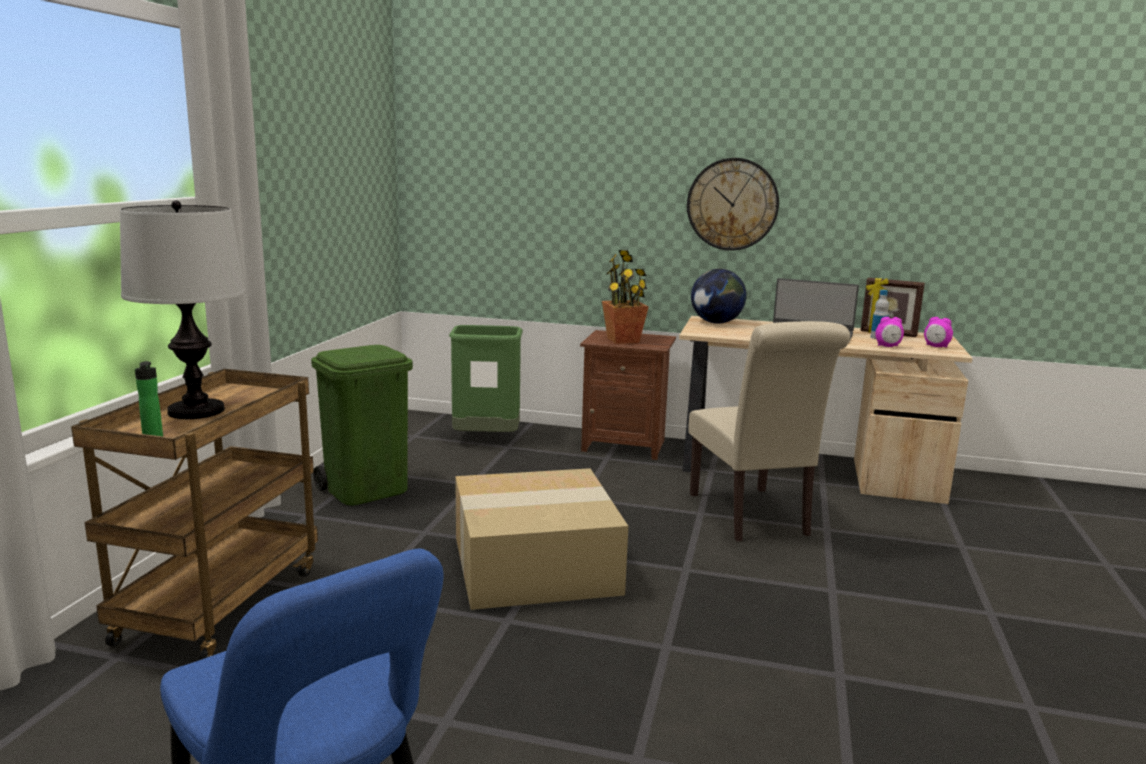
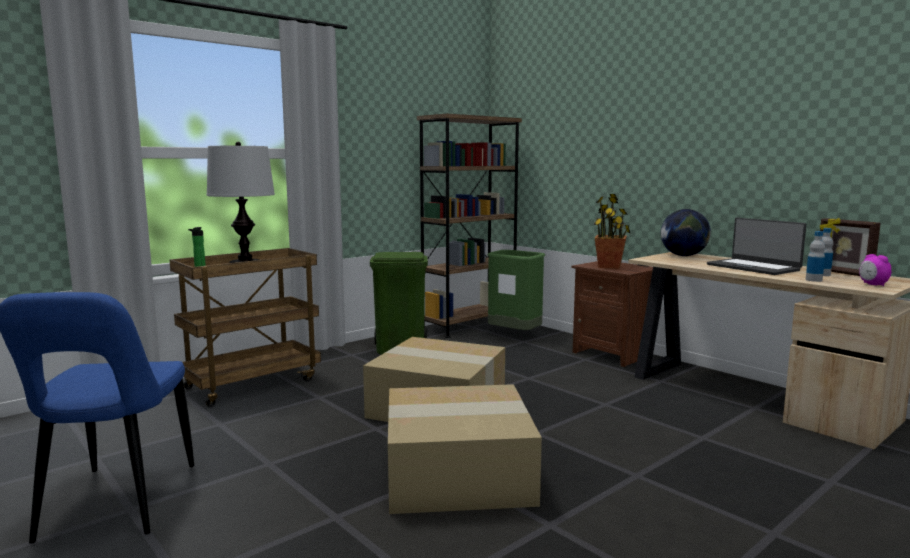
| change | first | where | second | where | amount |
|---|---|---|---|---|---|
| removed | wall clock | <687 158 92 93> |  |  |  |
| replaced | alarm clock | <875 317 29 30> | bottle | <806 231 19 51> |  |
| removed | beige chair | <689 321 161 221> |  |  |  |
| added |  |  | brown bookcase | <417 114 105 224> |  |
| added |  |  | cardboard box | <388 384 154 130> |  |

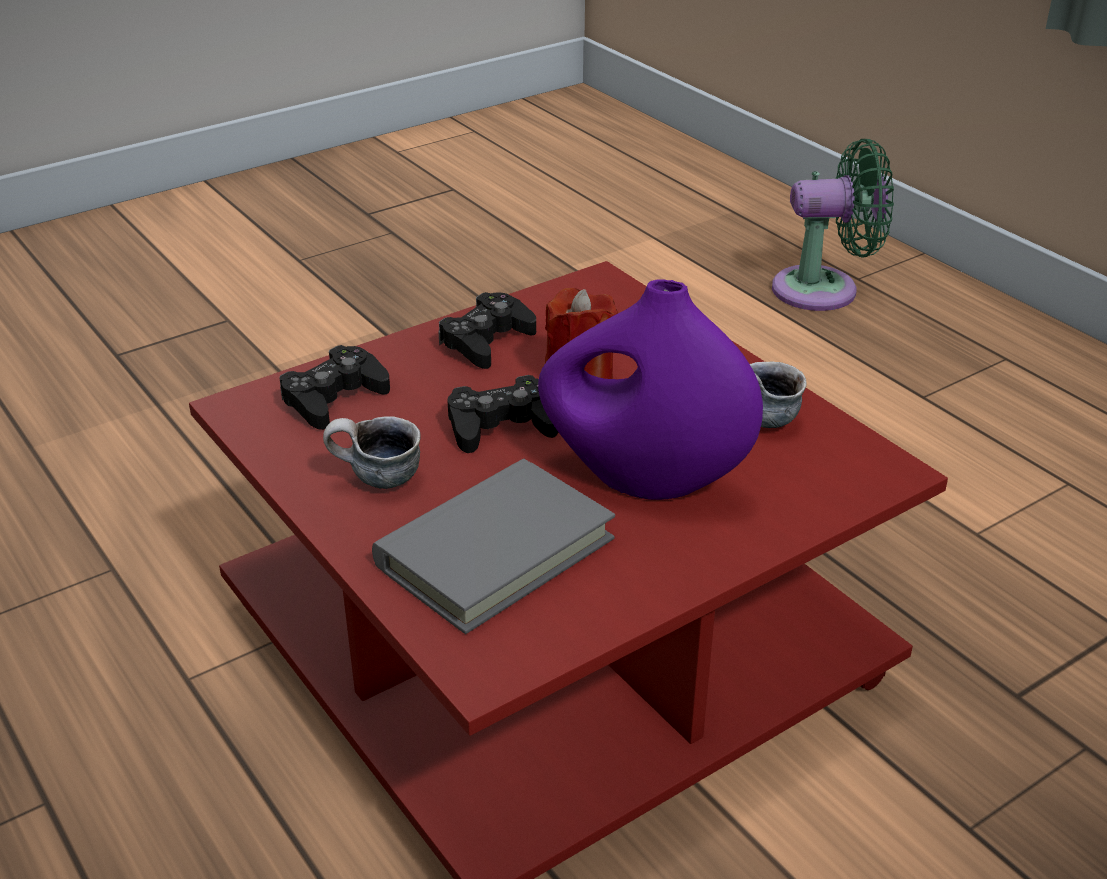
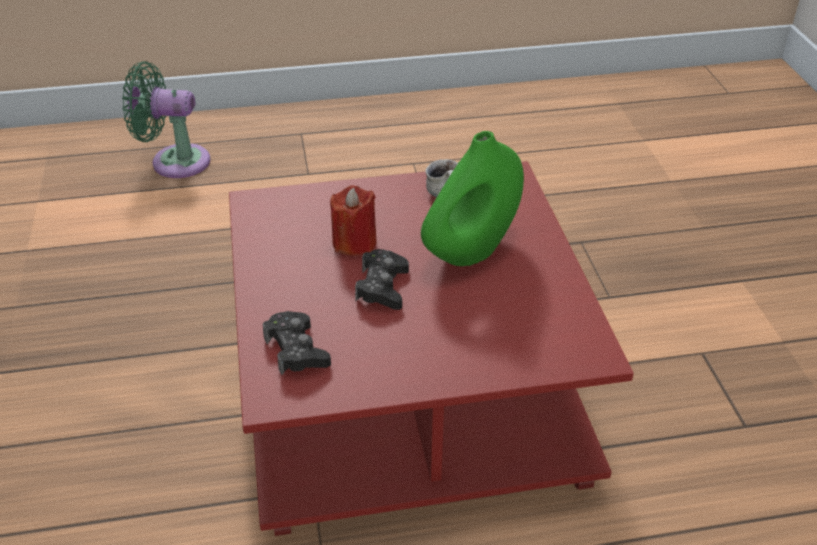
| change | first | where | second | where | amount |
|---|---|---|---|---|---|
| turned | green fan | <772 139 122 172> |  | <122 61 88 117> | 105 degrees counterclockwise |
| recoloured | purple vase | <538 279 225 221> | green vase | <421 131 103 135> |  |
| removed | black game controller | <438 292 98 77> |  |  |  |
| removed | mug | <323 416 98 73> |  |  |  |
| removed | grey book | <372 459 243 175> |  |  |  |

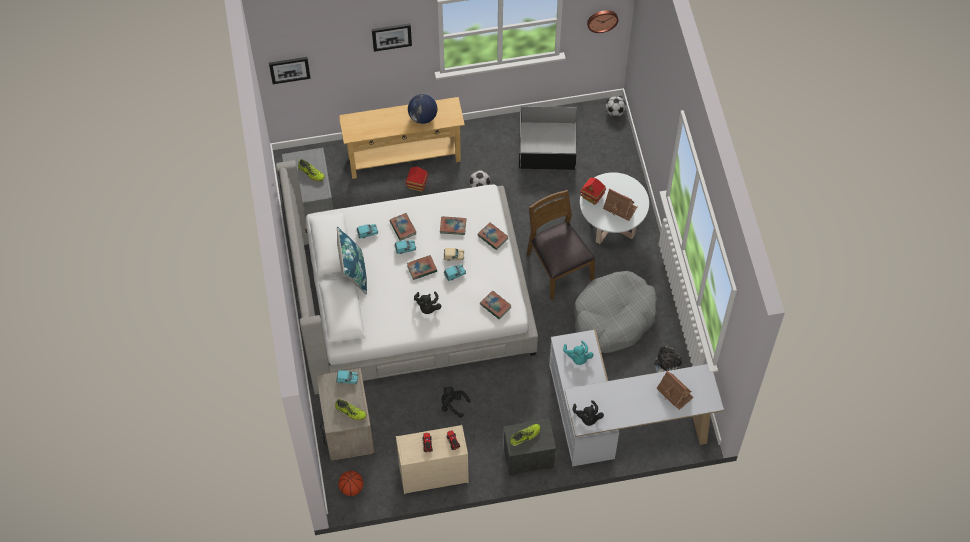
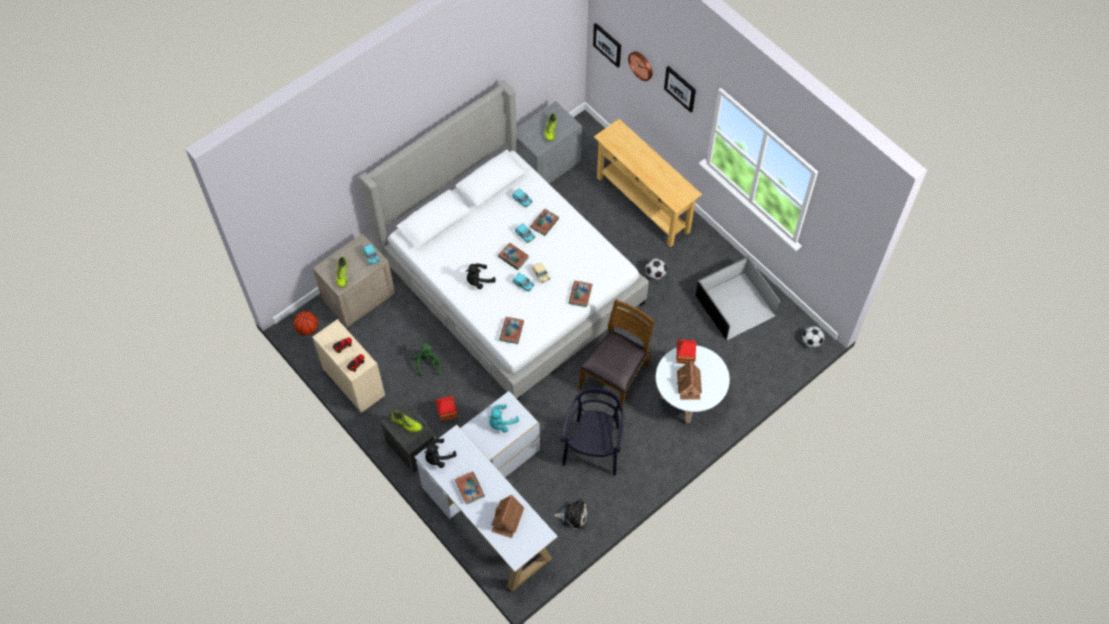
| change | first | where | second | where | amount |
|---|---|---|---|---|---|
| moved | wall clock | <587 10 31 23> |  | <628 51 24 30> |  |
| removed | globe | <408 94 29 30> |  |  |  |
| moved | toy house | <405 166 23 26> |  | <436 395 22 26> |  |
| moved | book | <440 216 26 19> |  | <454 472 31 33> |  |
| removed | blue pillow | <337 227 30 67> |  |  |  |
| replaced | grey dog bed | <574 271 83 82> | black chair | <561 388 63 88> |  |
| recoloured | black plush toy | <442 387 28 31> | green plush toy | <413 341 28 35> |  |

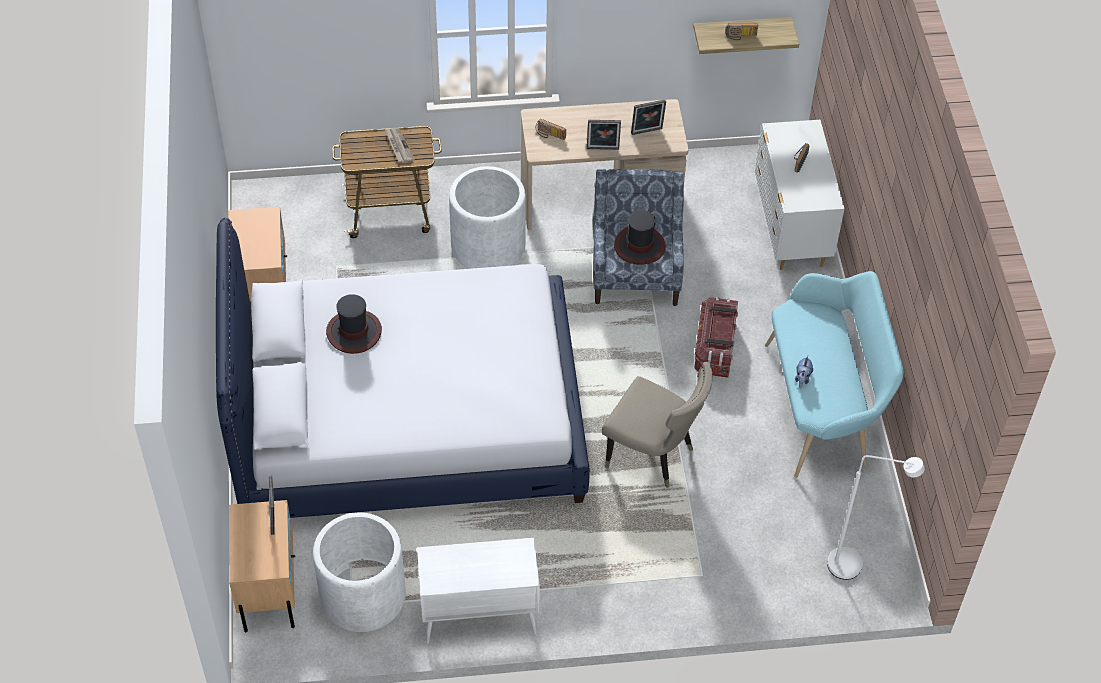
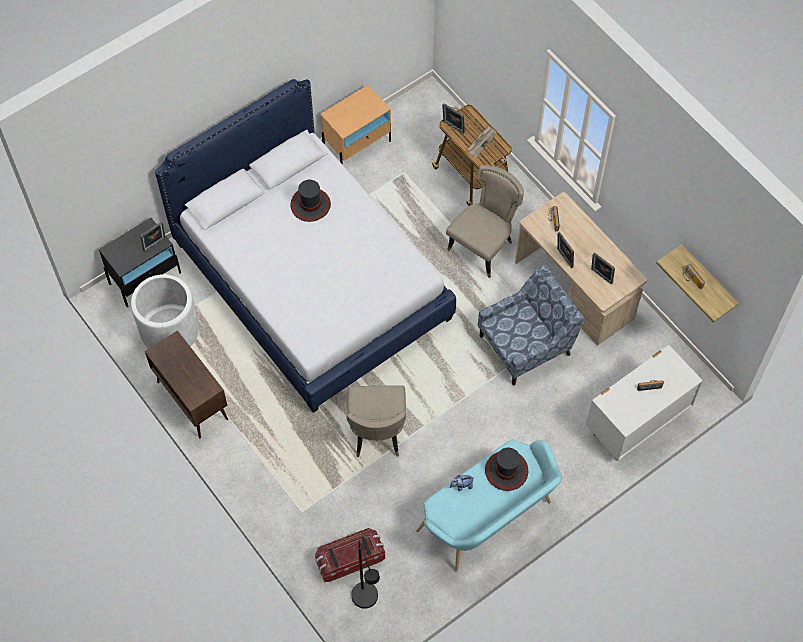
| change | first | where | second | where | amount |
|---|---|---|---|---|---|
| replaced | white planter | <449 166 77 103> | beige chair | <446 165 78 113> |  |
| moved | hat | <614 210 52 55> |  | <485 448 43 43> |  |
| moved | storage box | <694 297 44 81> |  | <315 528 70 54> |  |
| recoloured | white floor lamp | <827 455 98 125> | black floor lamp | <351 540 29 69> |  |
| recoloured | beige nightstand | <229 500 66 132> | black nightstand | <99 218 82 89> |  |
| recoloured | white cabinet | <417 538 123 106> | brown cabinet | <145 330 83 108> |  |
| added |  |  | picture frame | <442 103 23 31> |  |

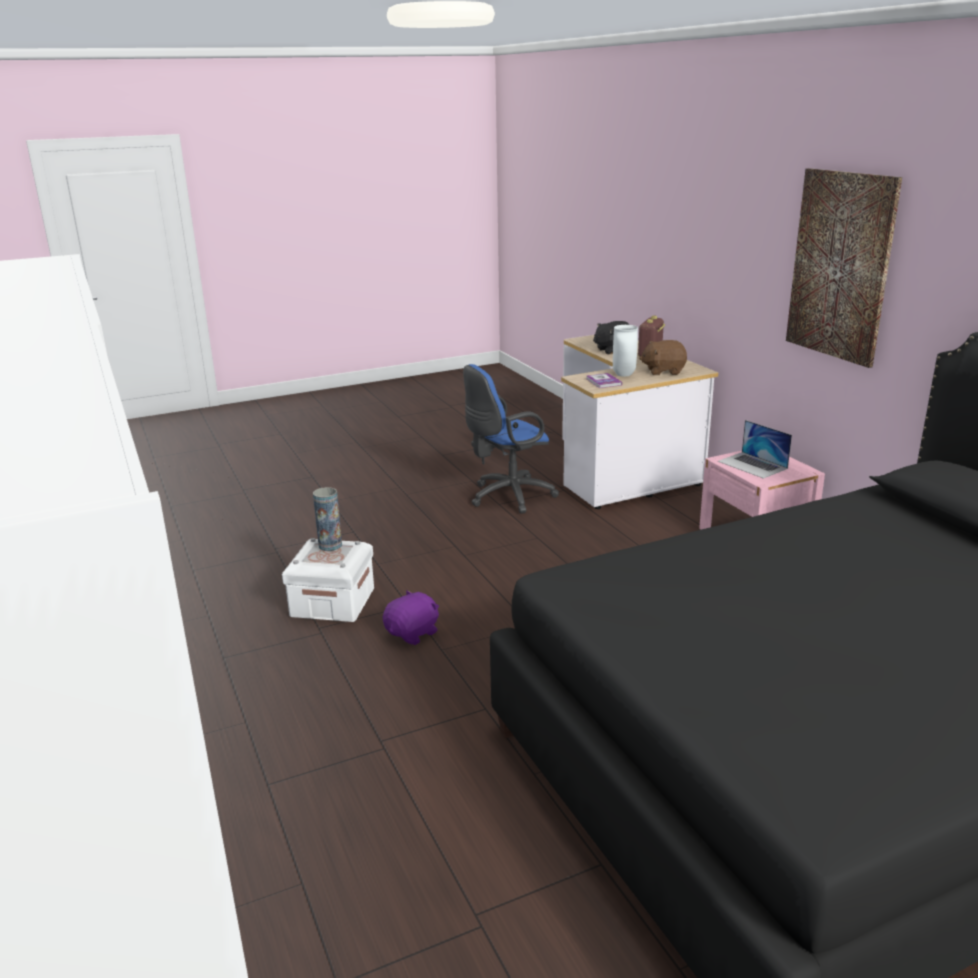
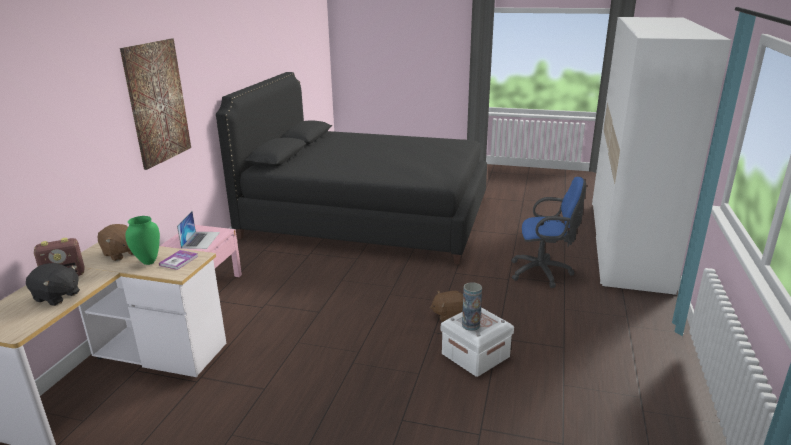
| change | first | where | second | where | amount |
|---|---|---|---|---|---|
| recoloured | white vase | <613 325 25 52> | green vase | <125 216 35 49> |  |
| moved | blue office chair | <463 364 96 150> |  | <511 177 75 111> |  |
| recoloured | purple plush toy | <382 590 57 55> | brown plush toy | <430 291 33 31> |  |

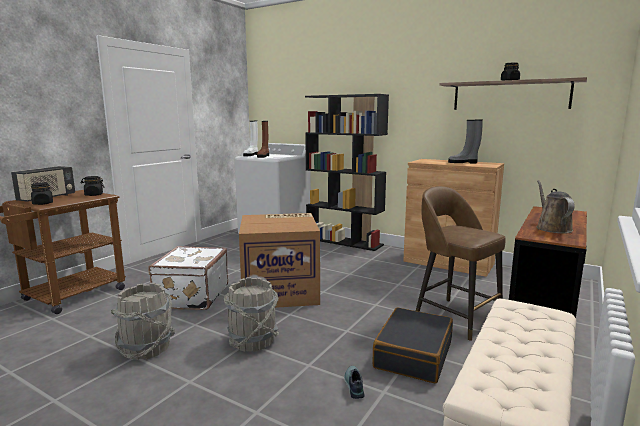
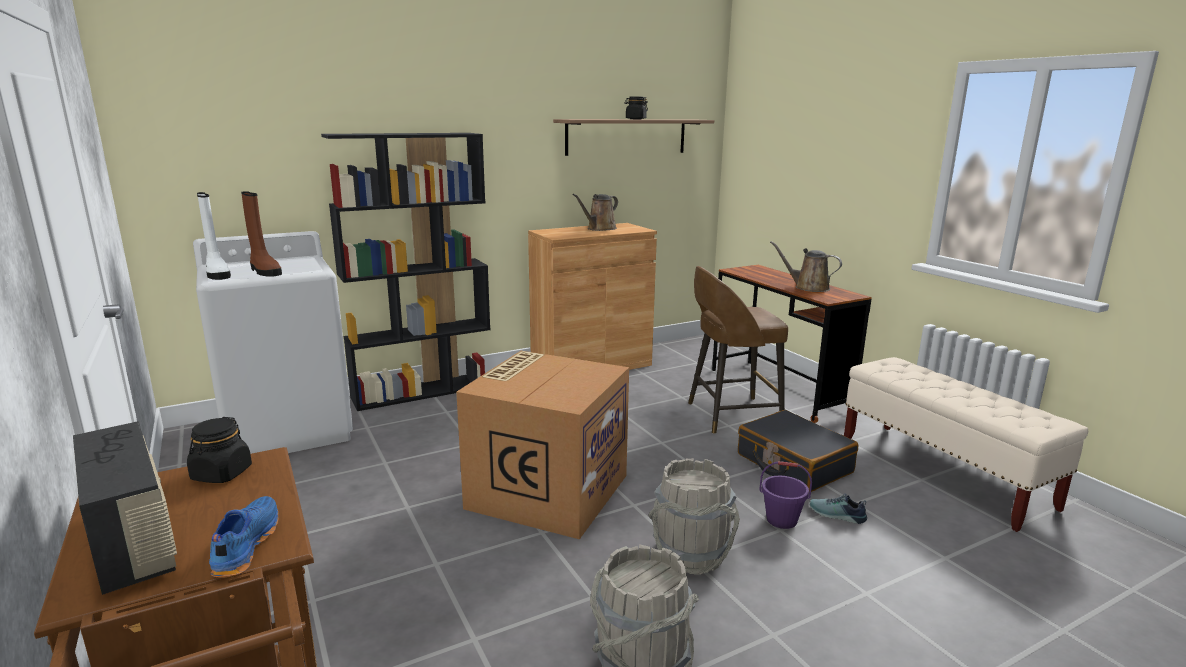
| change | first | where | second | where | amount |
|---|---|---|---|---|---|
| replaced | grey boot | <448 120 35 43> | brown watering can | <573 194 45 37> |  |
| replaced | black jar | <31 182 22 23> | blue shoe | <209 496 69 82> |  |
| removed | white suitcase | <148 246 80 64> |  |  |  |
| added |  |  | purple bucket | <759 461 53 68> |  |

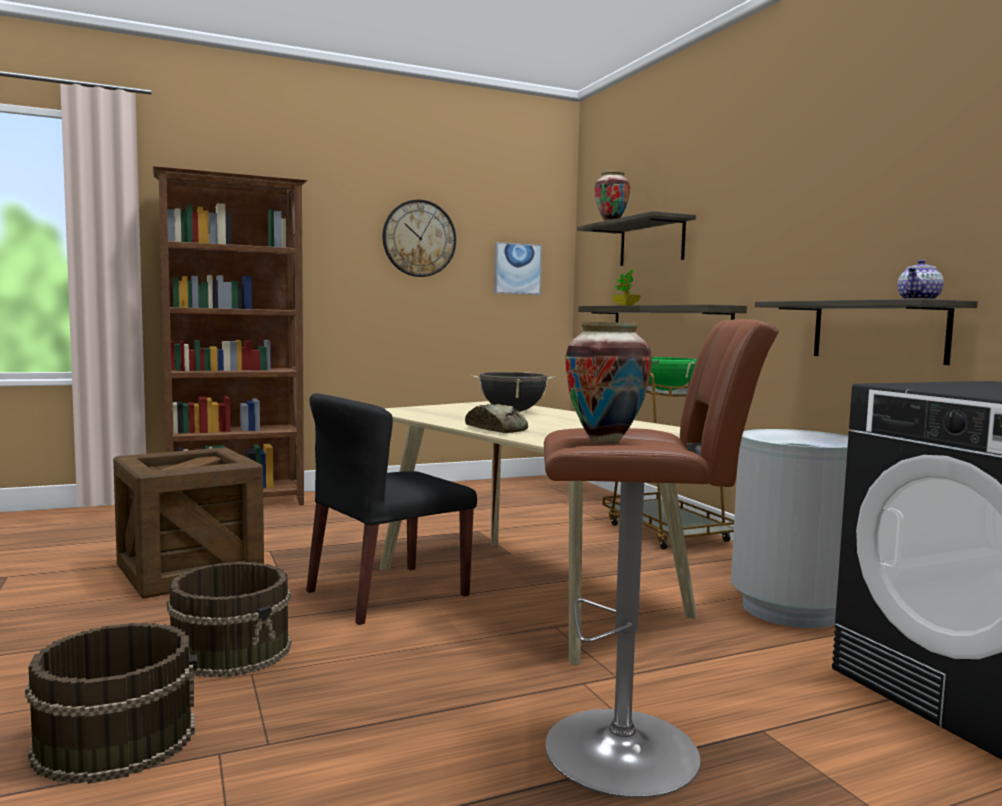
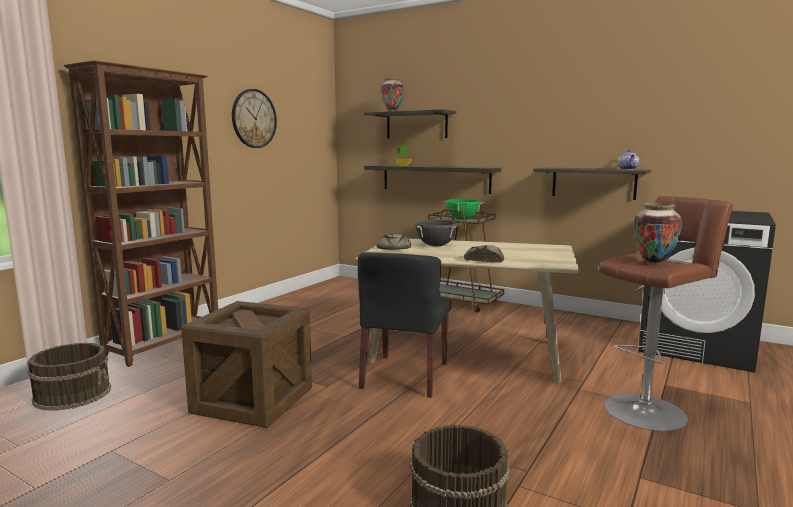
| change | first | where | second | where | amount |
|---|---|---|---|---|---|
| removed | picture | <494 242 48 53> |  |  |  |
| removed | grey trash can | <731 429 117 199> |  |  |  |
| moved | brown bucket | <167 562 124 116> |  | <28 343 83 68> |  |
| added |  |  | bread | <376 233 35 17> |  |

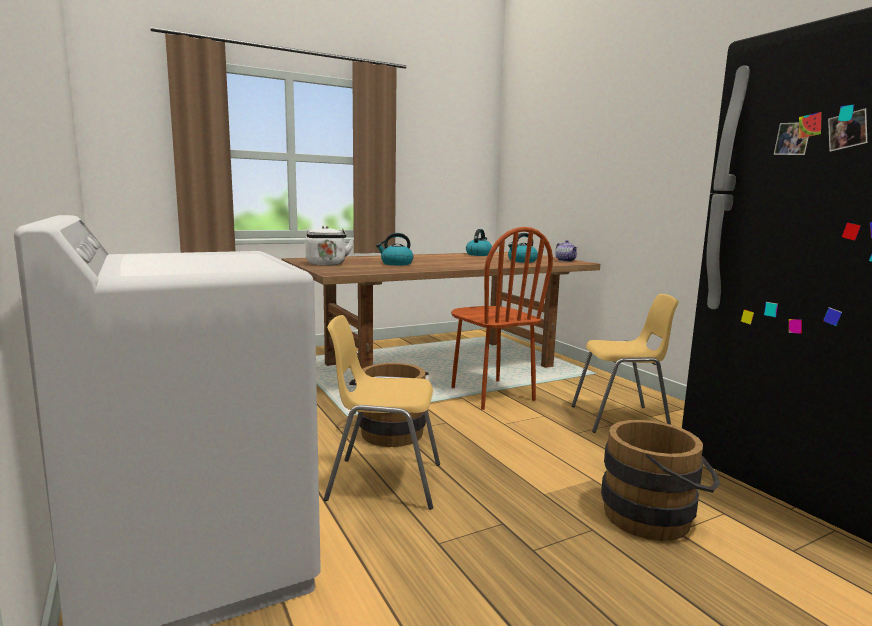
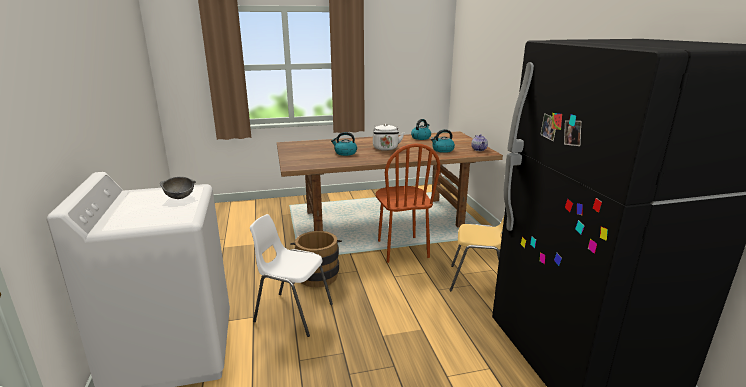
| change | first | where | second | where | amount |
|---|---|---|---|---|---|
| moved | white kettle | <305 225 49 40> |  | <373 124 31 27> |  |
| recoloured | yellow chair | <324 315 116 195> | white chair | <250 214 83 123> |  |
| removed | brown bucket | <601 420 119 121> |  |  |  |
| added |  |  | grey bowl | <160 177 36 22> |  |

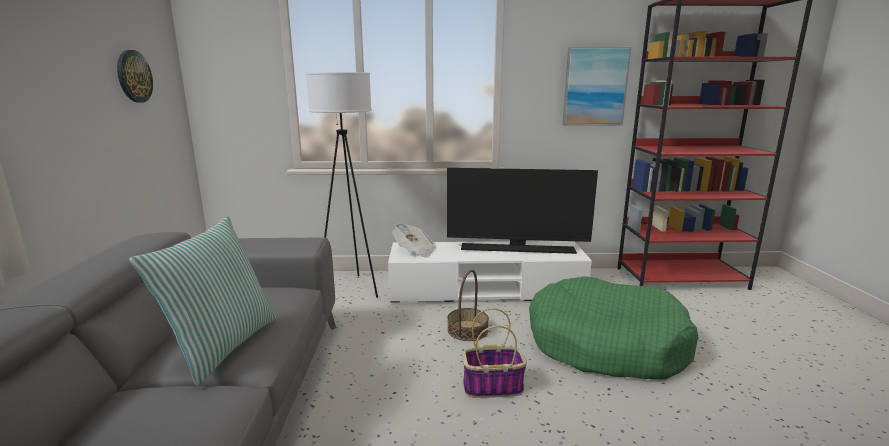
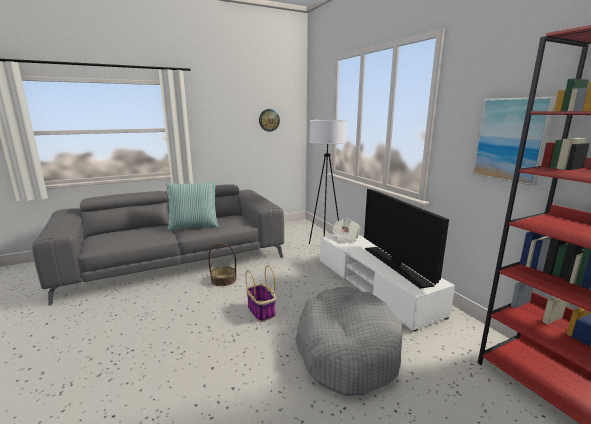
| change | first | where | second | where | amount |
|---|---|---|---|---|---|
| moved | basket | <447 270 42 71> |  | <208 243 28 43> |  |
| recoloured | green dog bed | <529 276 170 104> | grey dog bed | <295 287 107 109> |  |

